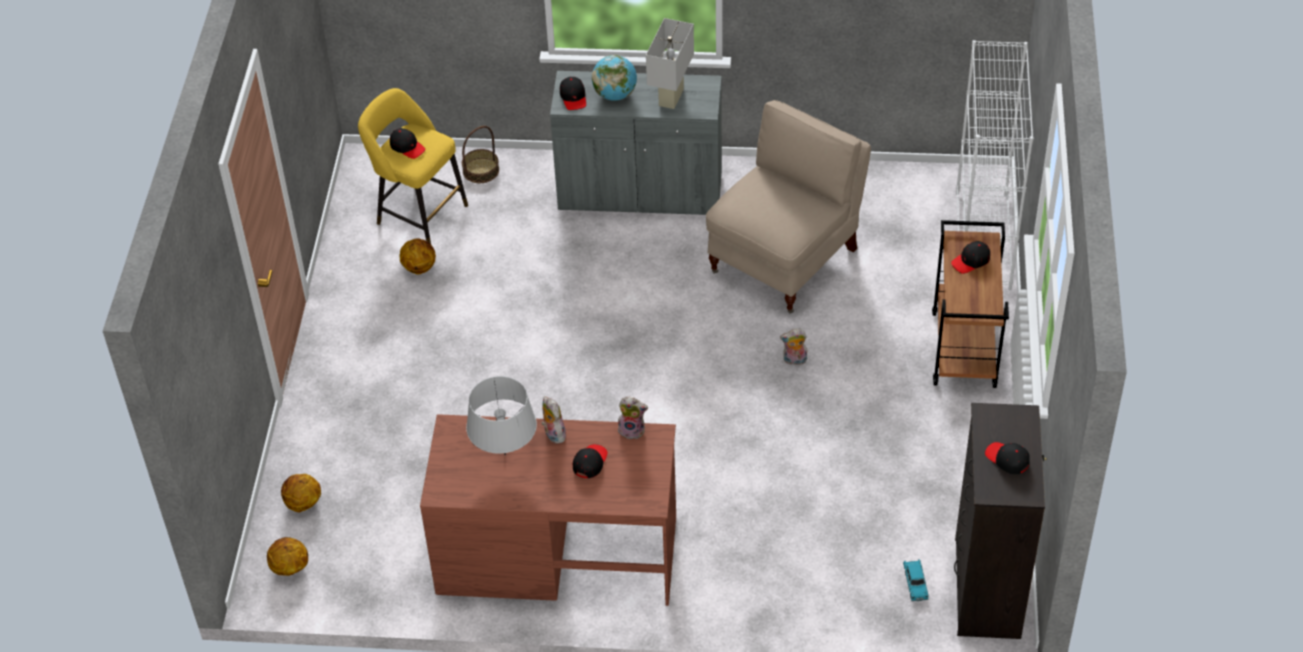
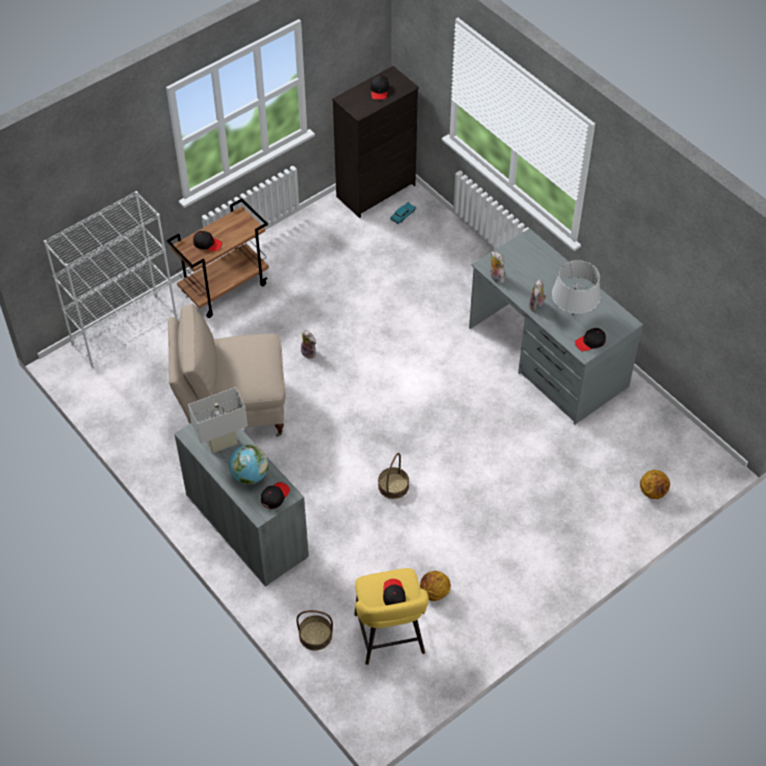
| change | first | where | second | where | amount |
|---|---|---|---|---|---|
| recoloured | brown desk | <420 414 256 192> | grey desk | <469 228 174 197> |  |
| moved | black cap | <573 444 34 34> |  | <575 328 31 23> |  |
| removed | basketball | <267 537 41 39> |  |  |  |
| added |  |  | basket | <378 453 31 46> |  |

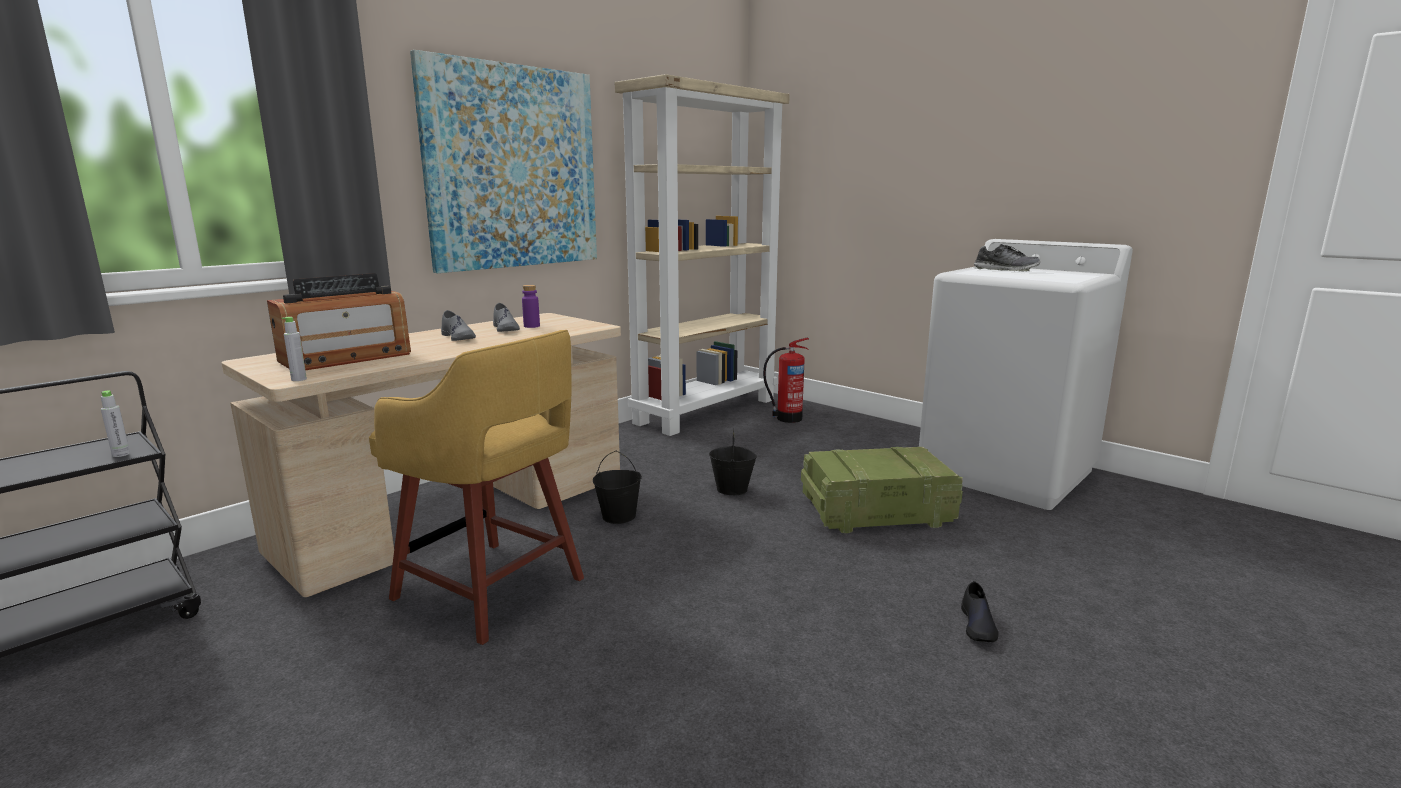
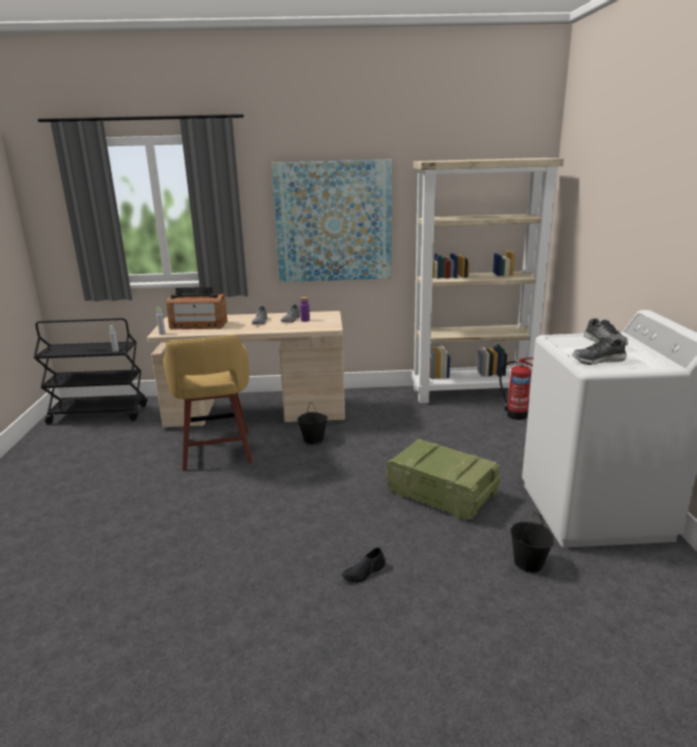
| change | first | where | second | where | amount |
|---|---|---|---|---|---|
| moved | black bucket | <709 428 48 67> |  | <510 513 43 60> |  |
| added |  |  | shoe | <572 337 55 28> |  |

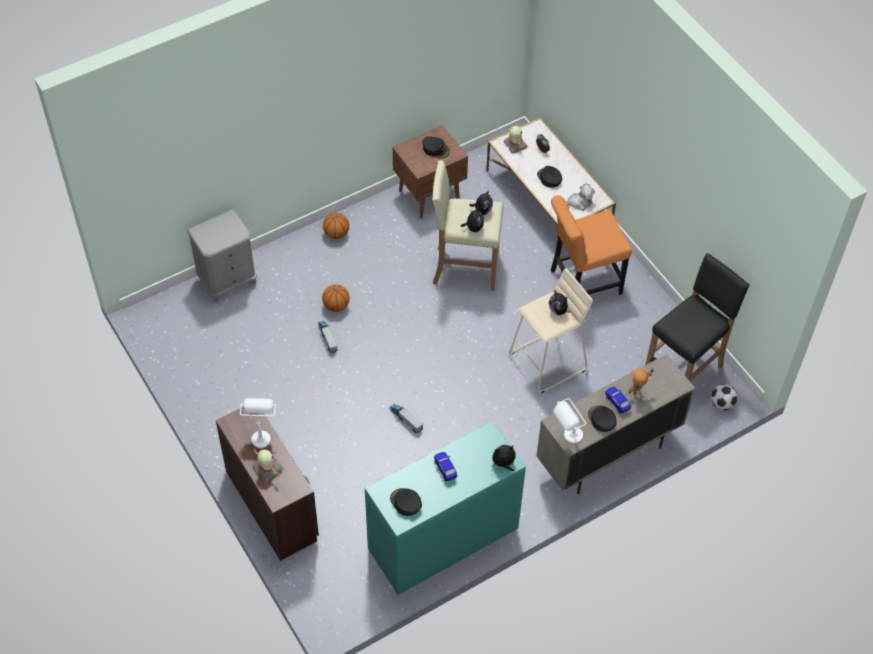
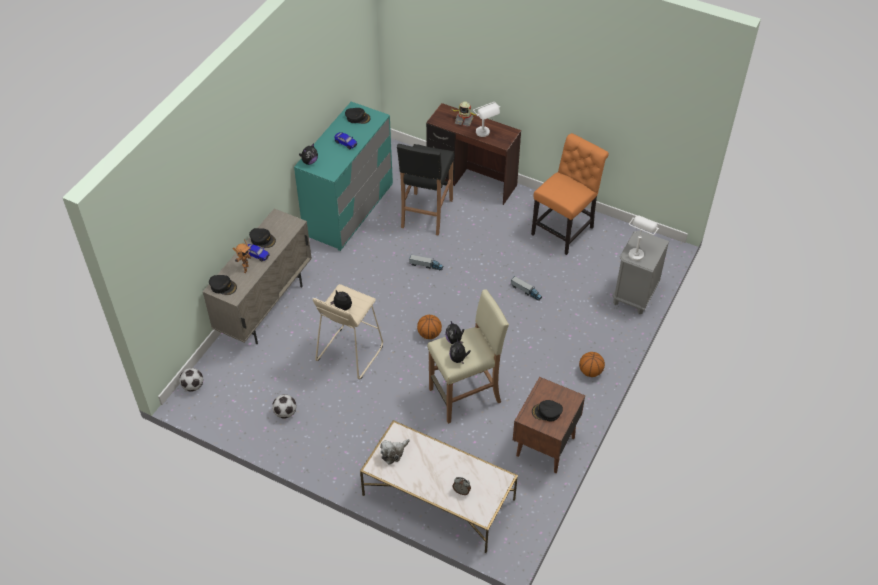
| change | first | where | second | where | amount |
|---|---|---|---|---|---|
| removed | toy robot | <504 125 24 29> |  |  |  |
| moved | black cap | <537 166 25 22> |  | <209 275 28 20> |  |
| moved | orange chair | <551 195 81 100> |  | <531 133 78 122> |  |
| moved | black stool | <645 253 104 128> |  | <397 144 57 91> |  |
| moved | basketball | <322 284 28 28> |  | <417 315 25 24> |  |
| moved | white table lamp | <553 398 33 46> |  | <629 215 30 46> |  |
| added |  |  | football | <272 394 25 25> |  |

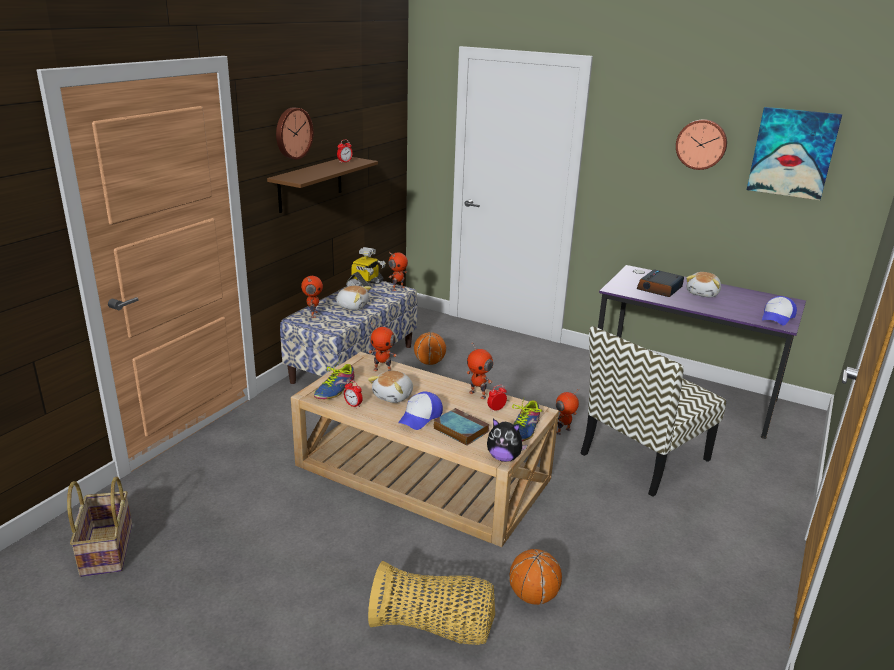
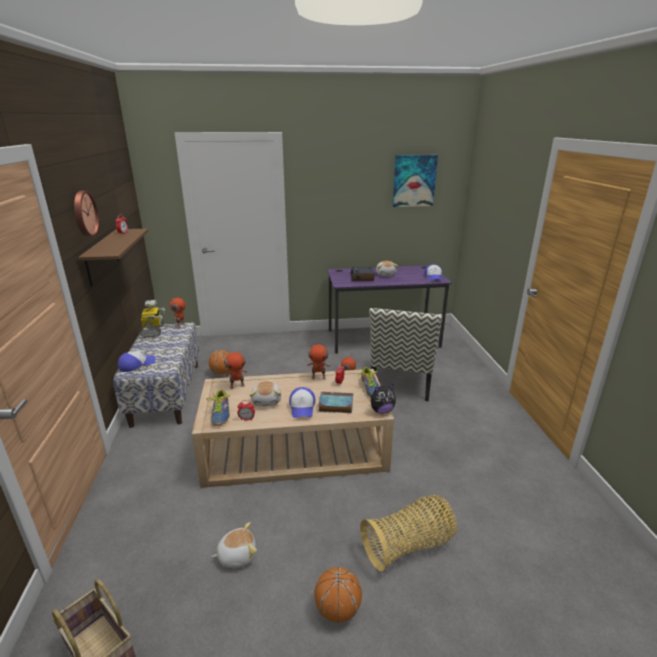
| change | first | where | second | where | amount |
|---|---|---|---|---|---|
| removed | wall clock | <676 119 51 51> |  |  |  |
| replaced | toy robot | <301 276 22 42> | cap | <118 351 37 21> |  |
| moved | plush toy | <334 286 37 24> |  | <212 522 45 46> |  |
| moved | basketball | <510 549 52 56> |  | <314 567 48 56> |  |

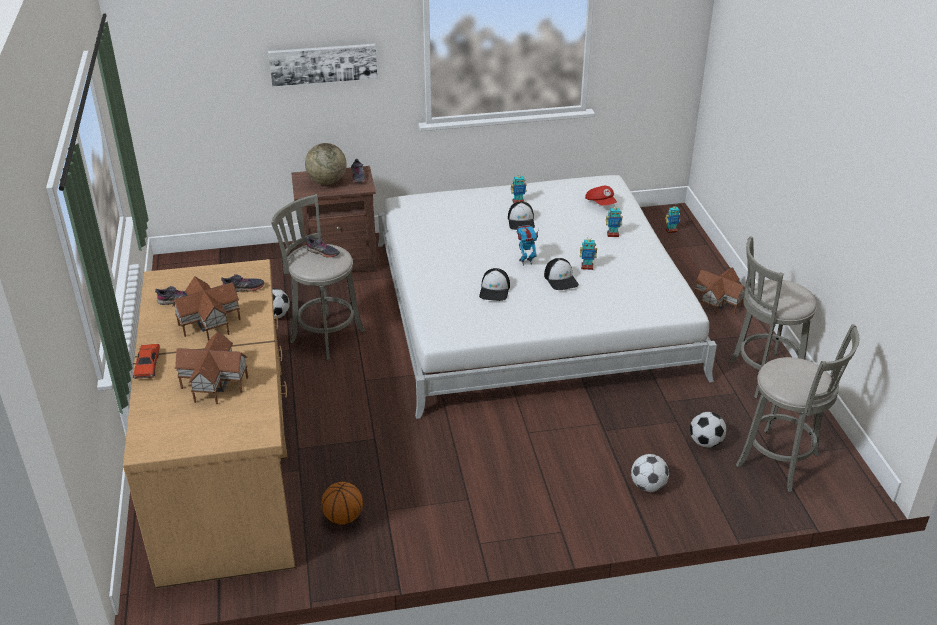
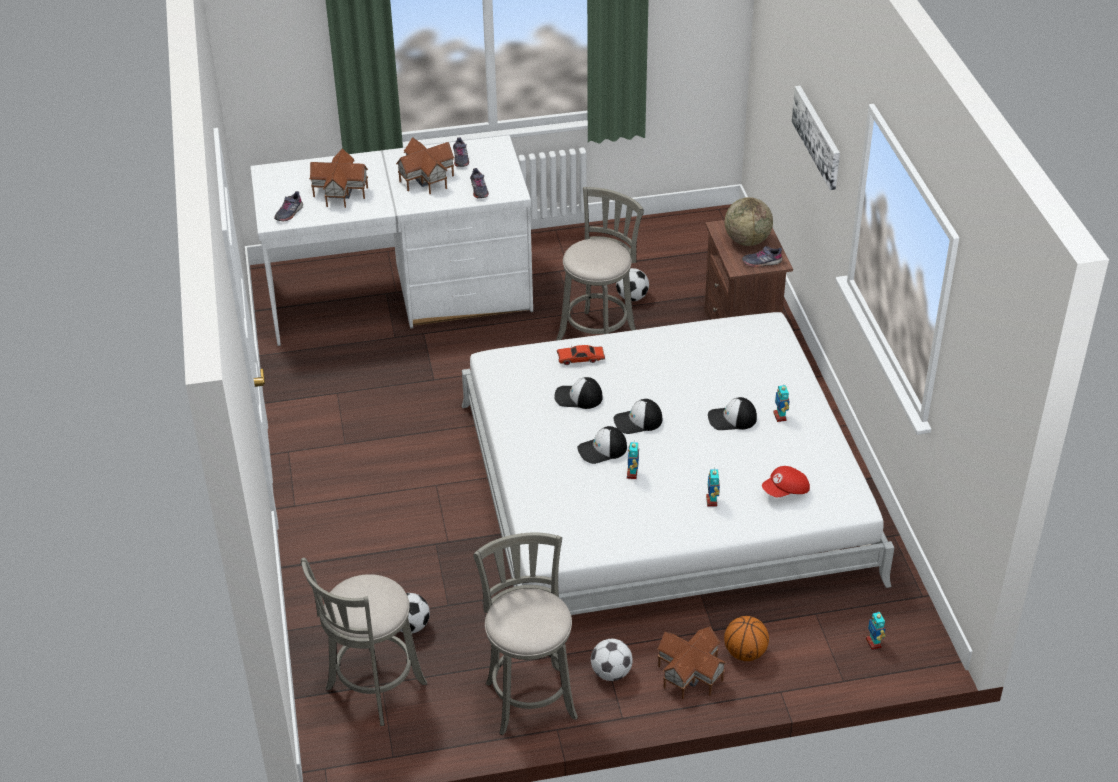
| change | first | where | second | where | amount |
|---|---|---|---|---|---|
| replaced | toy robot | <517 225 22 40> | cap | <614 399 48 35> |  |
| moved | grey shoe | <306 237 34 21> |  | <274 191 29 30> |  |
| recoloured | brown desk | <123 259 172 329> | white desk | <250 135 283 211> |  |
| moved | red toy car | <132 344 28 35> |  | <557 345 48 20> |  |
| moved | football | <631 454 38 38> |  | <591 639 42 42> |  |
| moved | basketball | <321 482 42 42> |  | <724 616 45 45> |  |

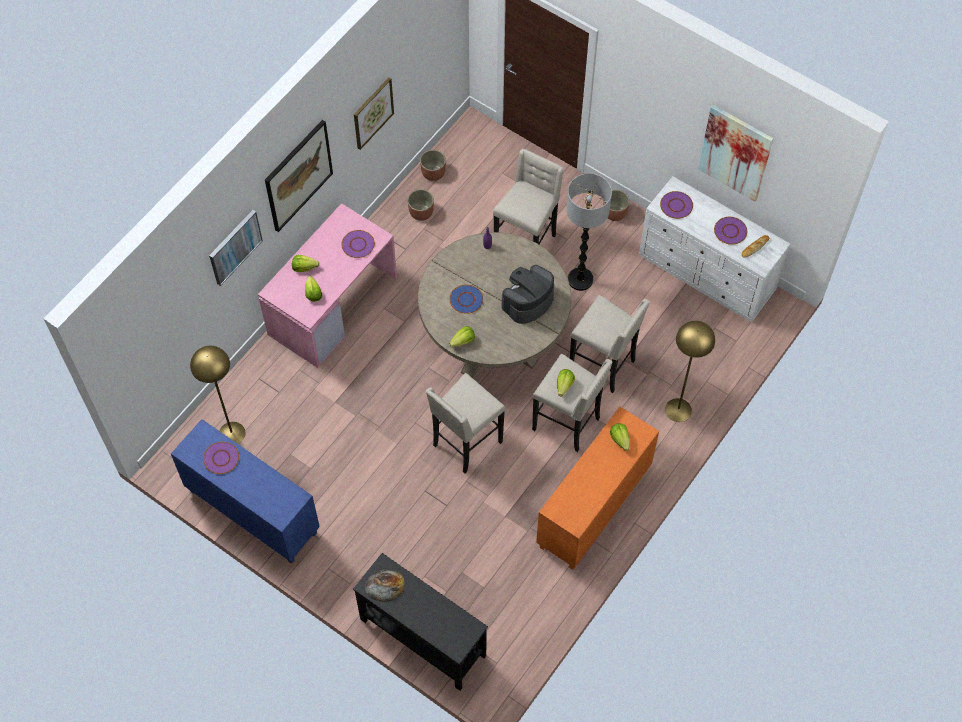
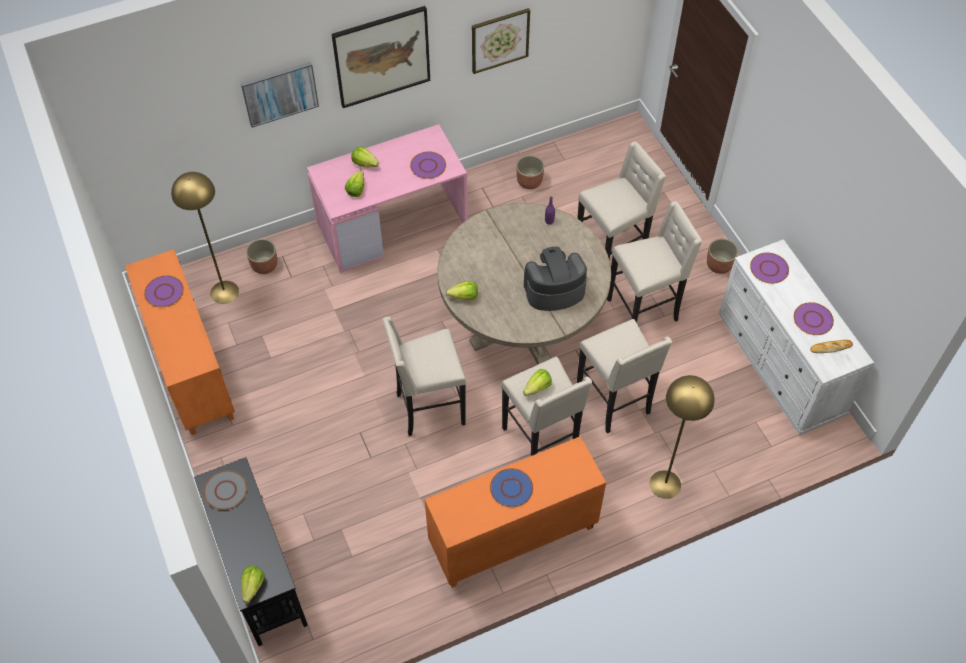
| change | first | where | second | where | amount |
|---|---|---|---|---|---|
| removed | picture | <698 105 76 97> |  |  |  |
| moved | planter | <420 150 26 31> |  | <246 239 31 35> |  |
| replaced | floor lamp | <566 173 46 118> | beige stool | <607 201 95 121> |  |
| moved | blue plate | <449 284 34 30> |  | <490 468 43 40> |  |
| recoloured | blue cabinet | <171 419 149 145> | orange cabinet | <125 249 110 186> |  |
| moved | lettuce | <610 423 20 28> |  | <242 566 23 37> |  |
| replaced | bread | <365 570 40 32> | grey plate | <204 471 43 39> |  |

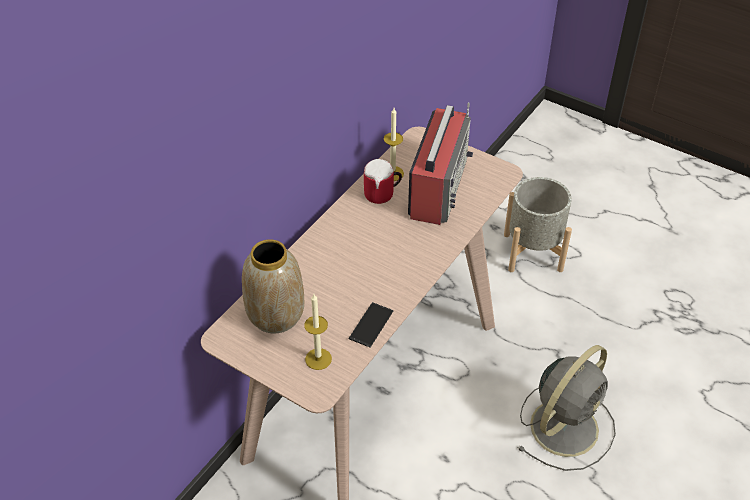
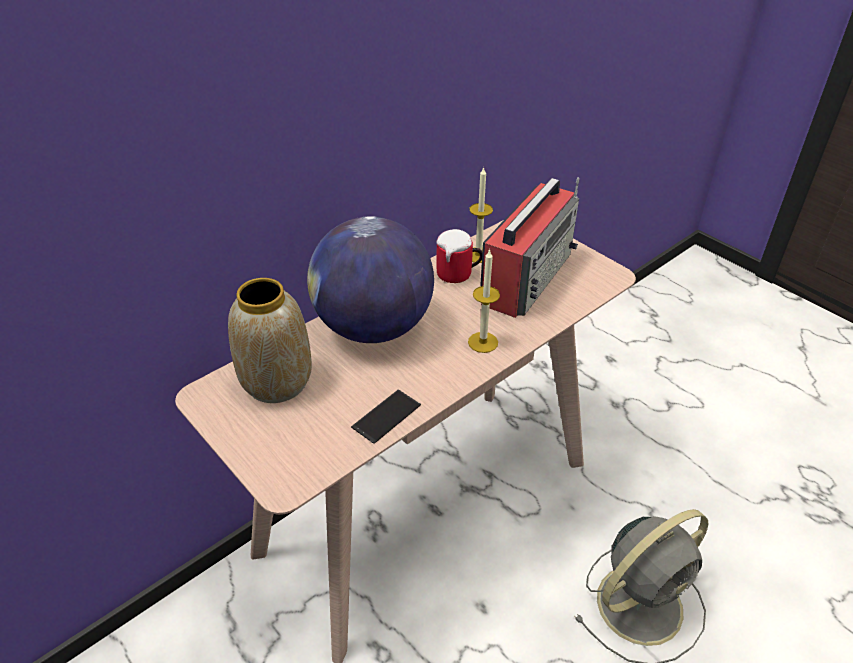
| change | first | where | second | where | amount |
|---|---|---|---|---|---|
| removed | grey planter | <504 177 68 95> |  |  |  |
| moved | candle | <304 294 28 76> |  | <468 249 32 104> |  |
| added |  |  | globe | <307 216 127 127> |  |

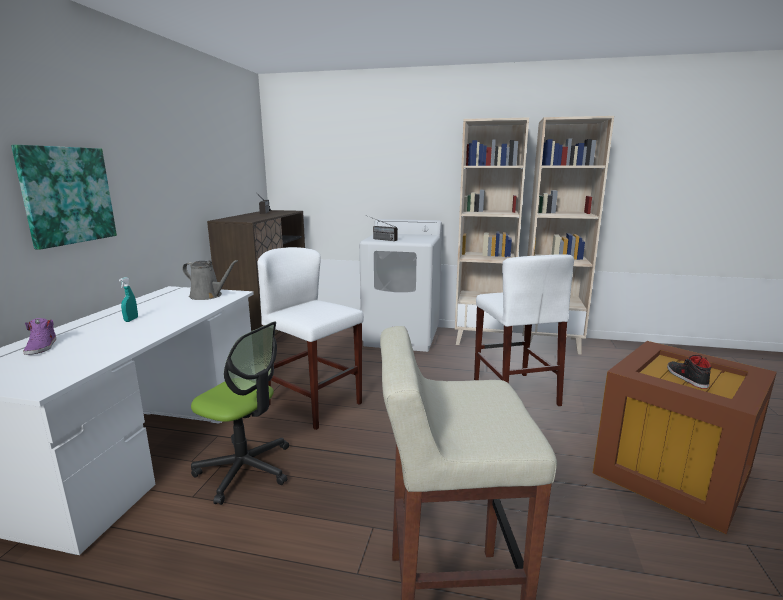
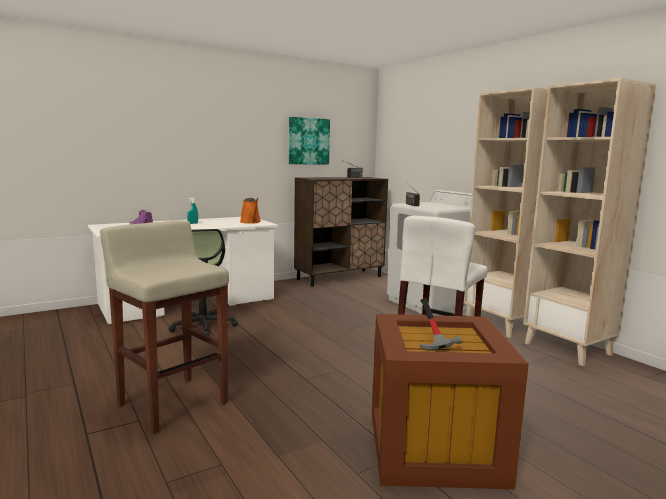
| change | first | where | second | where | amount |
|---|---|---|---|---|---|
| moved | picture | <11 145 106 105> |  | <289 117 41 48> |  |
| removed | white stool | <257 247 107 183> |  |  |  |
| recoloured | grey watering can | <182 260 56 40> | orange watering can | <240 198 21 26> |  |
| replaced | black shoe | <667 355 44 34> | hammer | <419 298 43 53> |  |

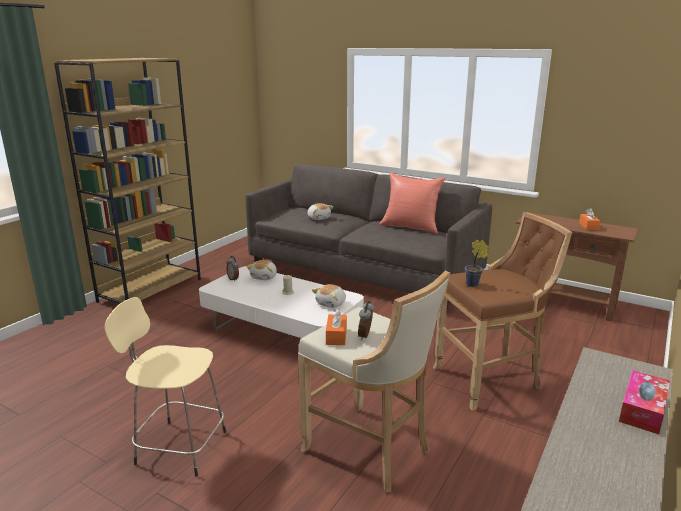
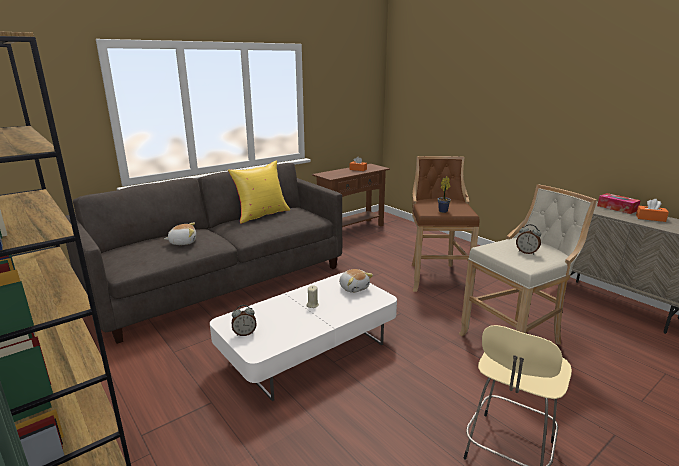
| change | first | where | second | where | amount |
|---|---|---|---|---|---|
| recoloured | red pillow | <379 172 67 62> | yellow pillow | <228 160 62 64> |  |
| removed | plush toy | <247 260 30 20> |  |  |  |
| moved | orange tissue box | <326 308 21 37> |  | <636 199 33 23> |  |

